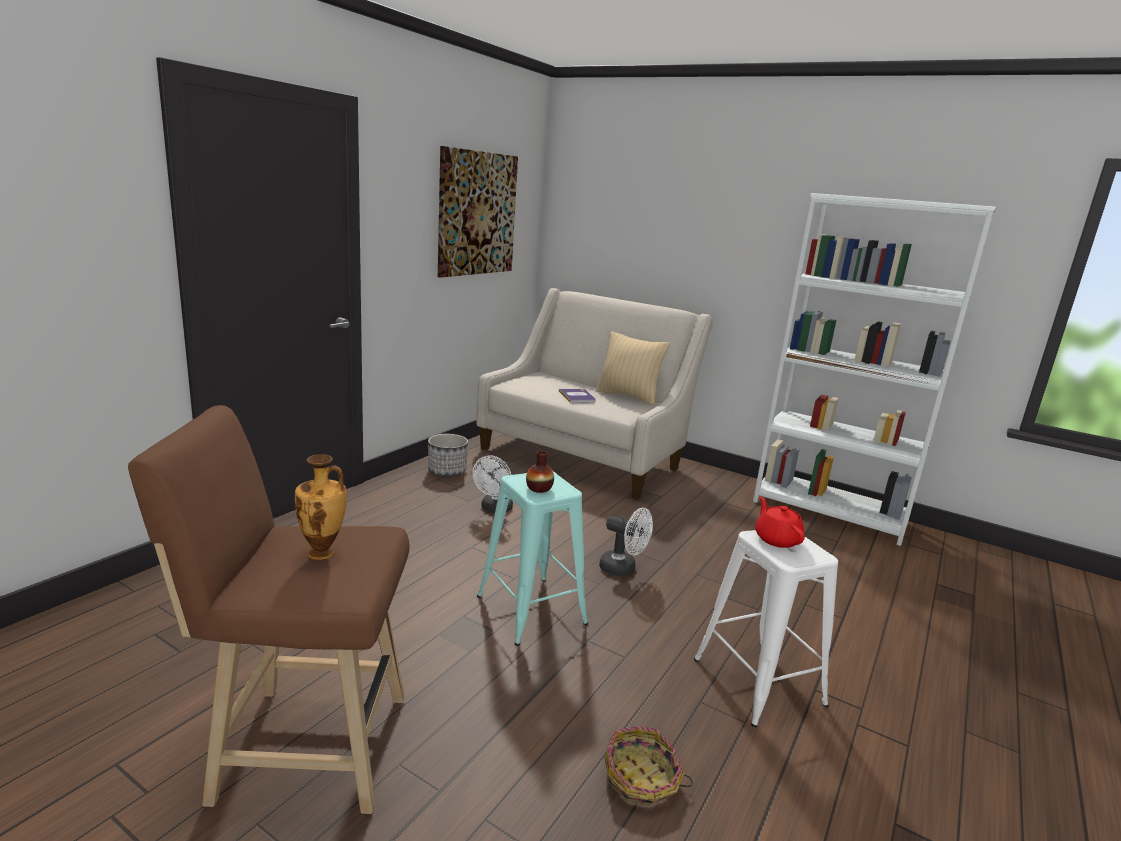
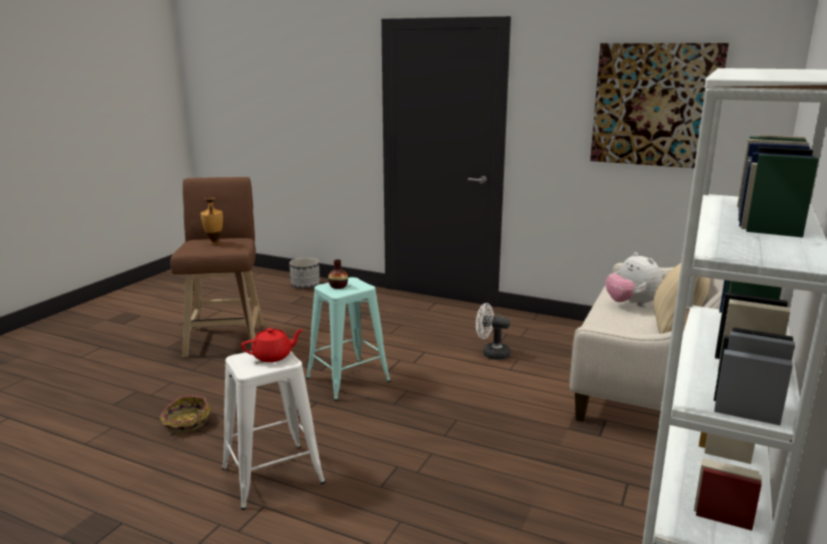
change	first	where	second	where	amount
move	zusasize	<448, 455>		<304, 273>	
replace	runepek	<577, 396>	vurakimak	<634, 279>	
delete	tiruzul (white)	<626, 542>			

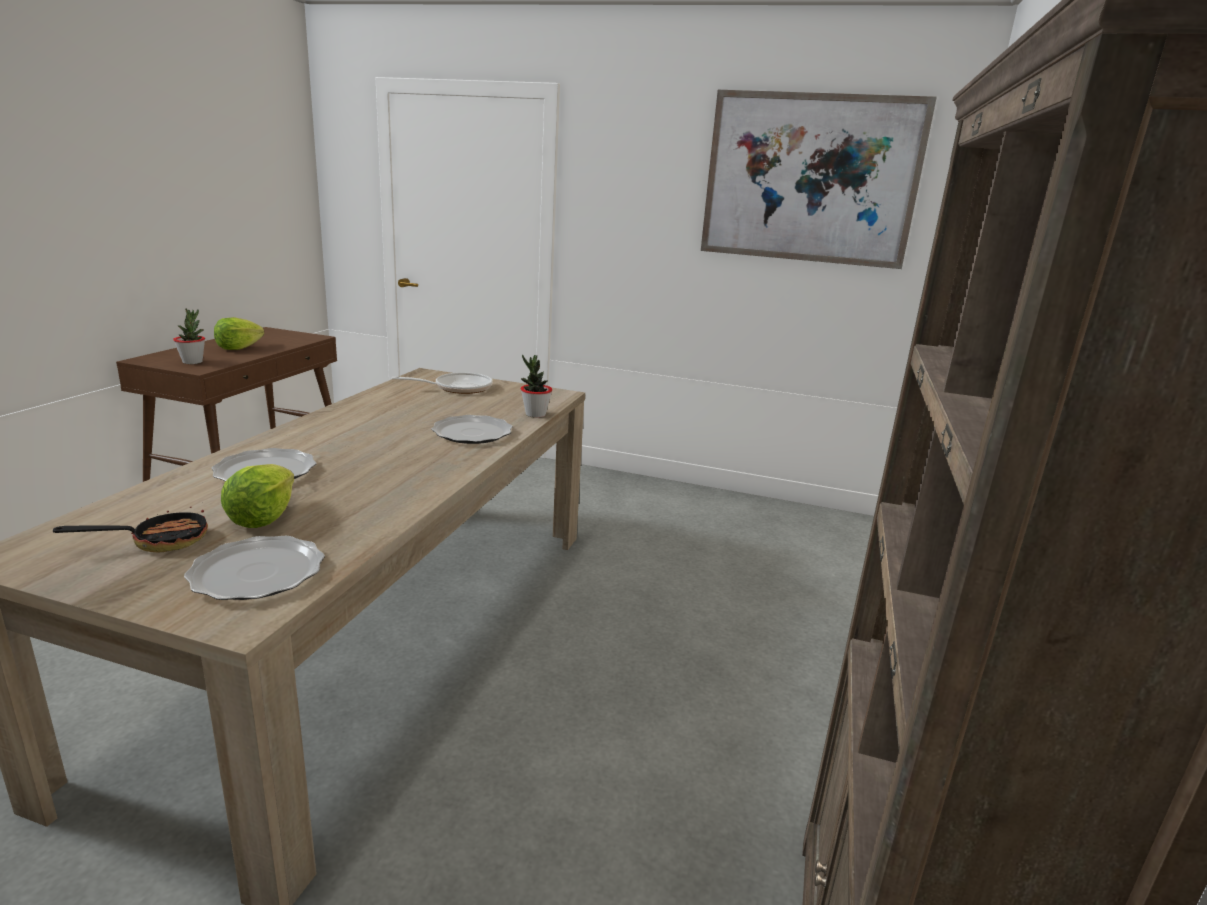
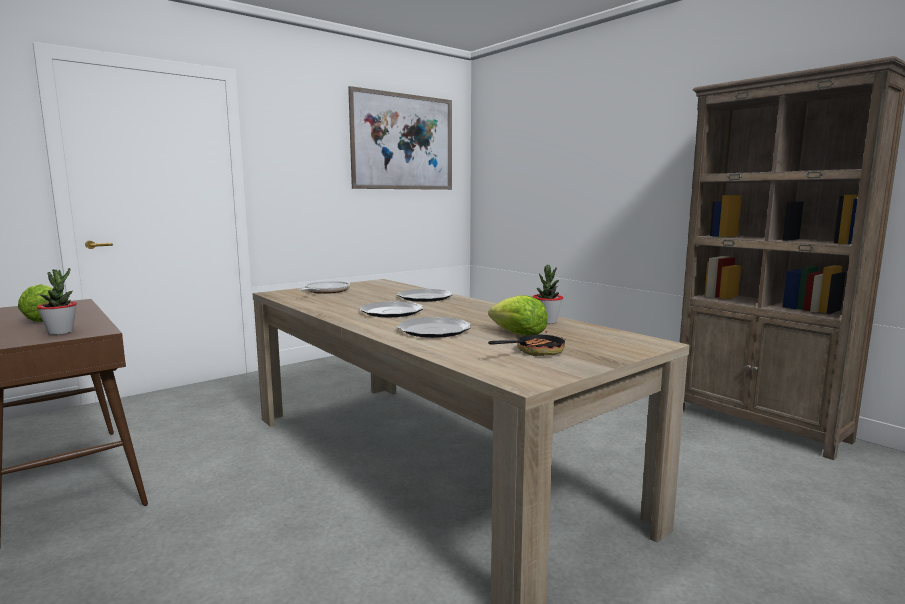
change	first	where	second	where	amount
rotate	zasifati	<130, 530>		<527, 343>	45 degrees clockwise
move	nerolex	<254, 568>		<392, 309>	
move	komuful	<536, 386>		<548, 294>	

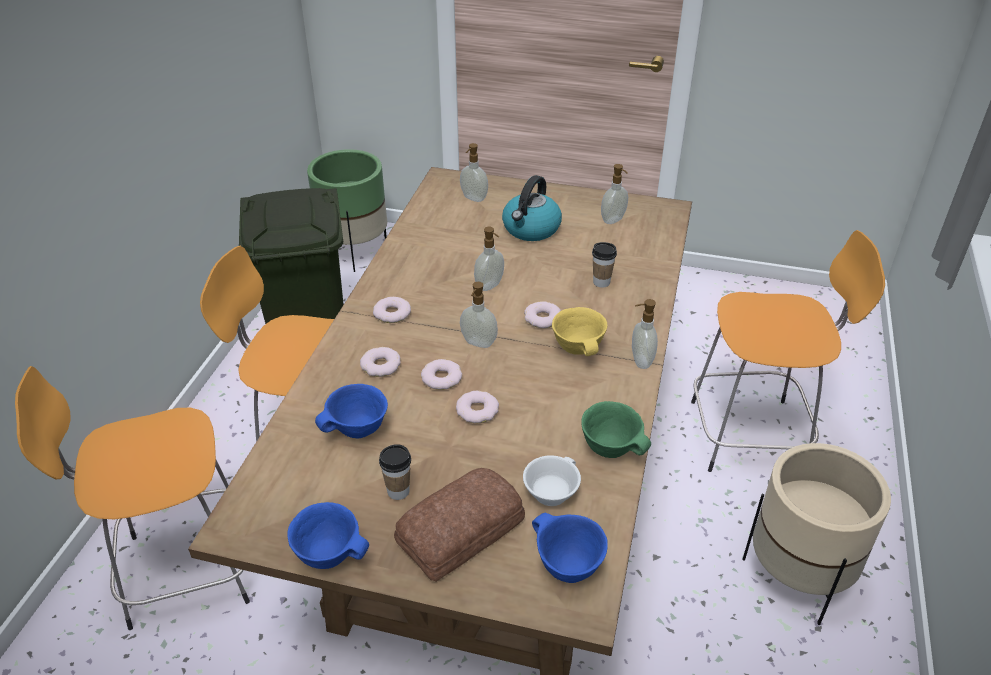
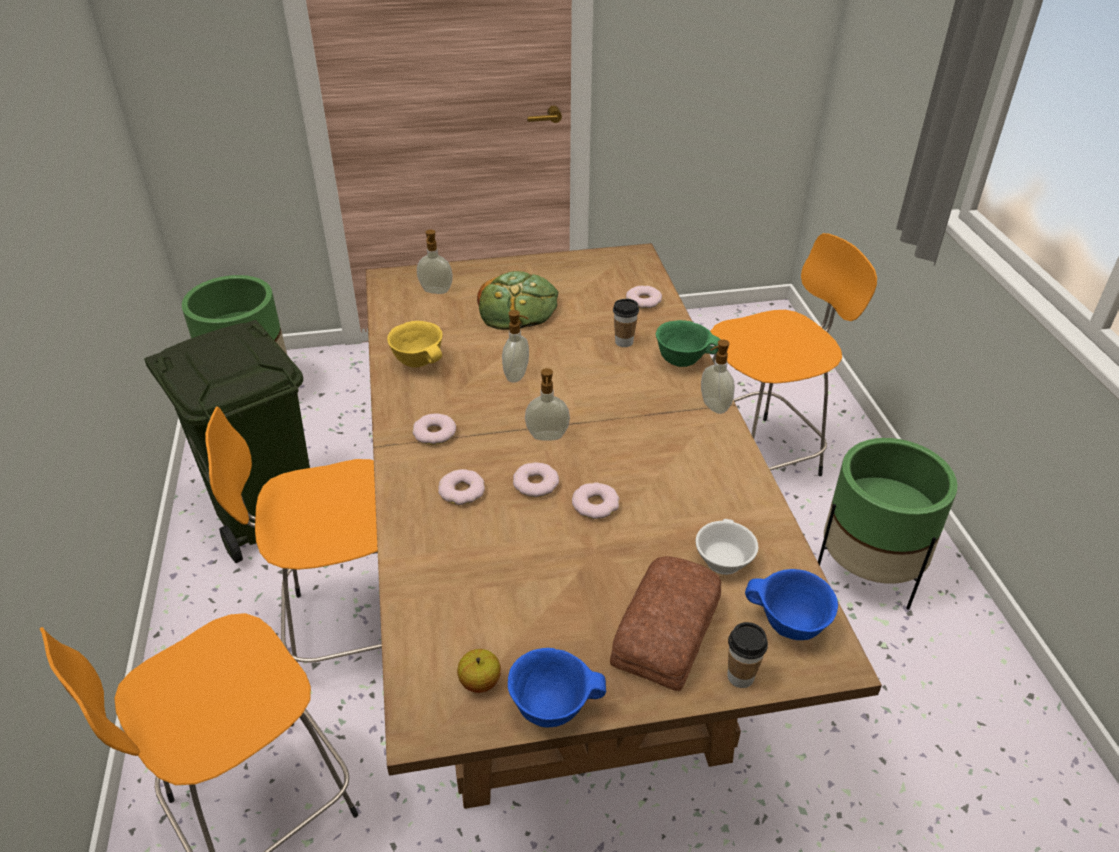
change	first	where	second	where	amount
delete	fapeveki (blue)	<351, 411>			
move	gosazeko	<395, 472>		<747, 655>	
replace	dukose	<532, 208>	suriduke	<517, 300>	
move	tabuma	<542, 314>		<644, 297>	
move	fapeveki (yellow)	<579, 331>		<414, 344>	
move	fapeveki (green)	<616, 429>		<688, 343>	
delete	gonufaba	<614, 194>			
recolor	zusasize (beige)	<816, 534>	zusasize (green)	<887, 524>	
insert			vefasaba	<479, 671>	

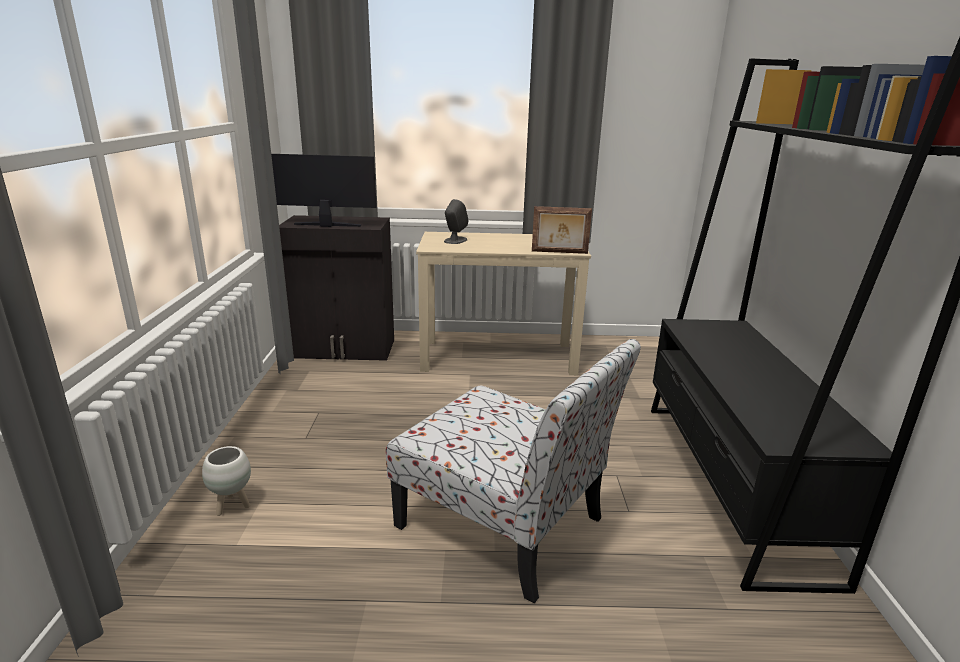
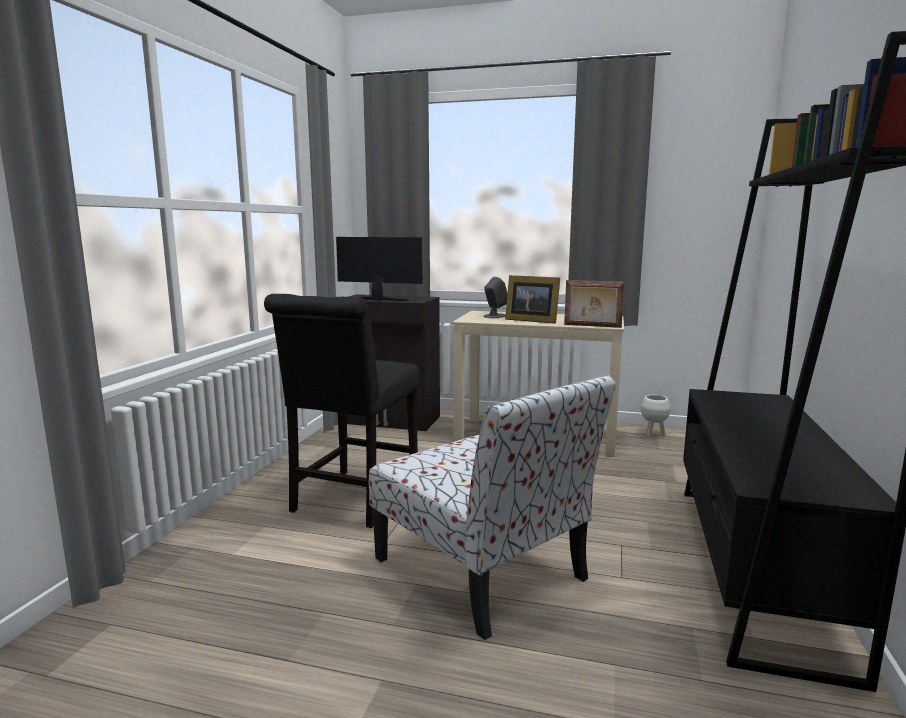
change	first	where	second	where	amount
move	zusasize (white)	<226, 481>		<655, 416>	
insert			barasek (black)	<341, 411>	
insert			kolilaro	<532, 299>	

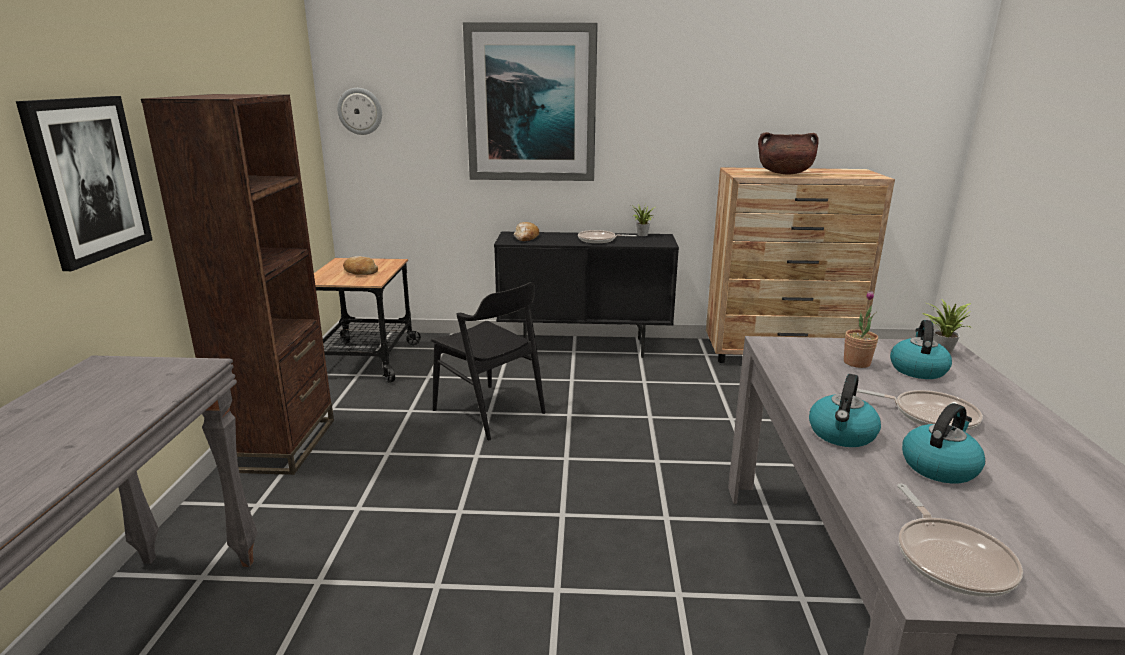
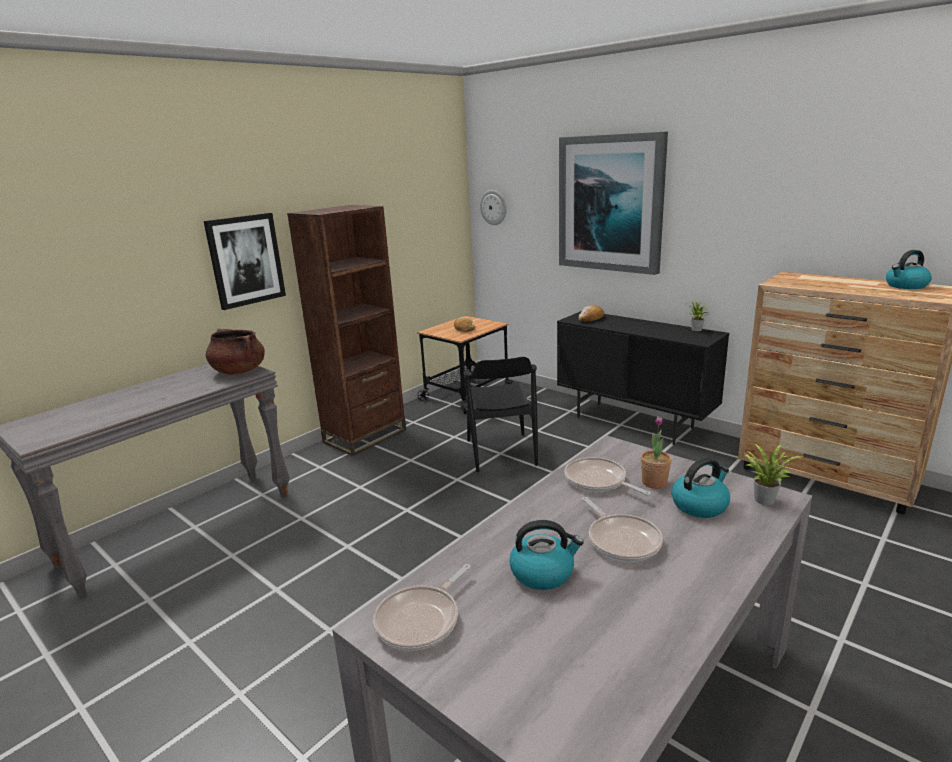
change	first	where	second	where	amount
move	zasifati	<607, 236>		<608, 476>	
move	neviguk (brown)	<788, 153>		<235, 351>	
move	dukose	<845, 410>		<909, 269>	

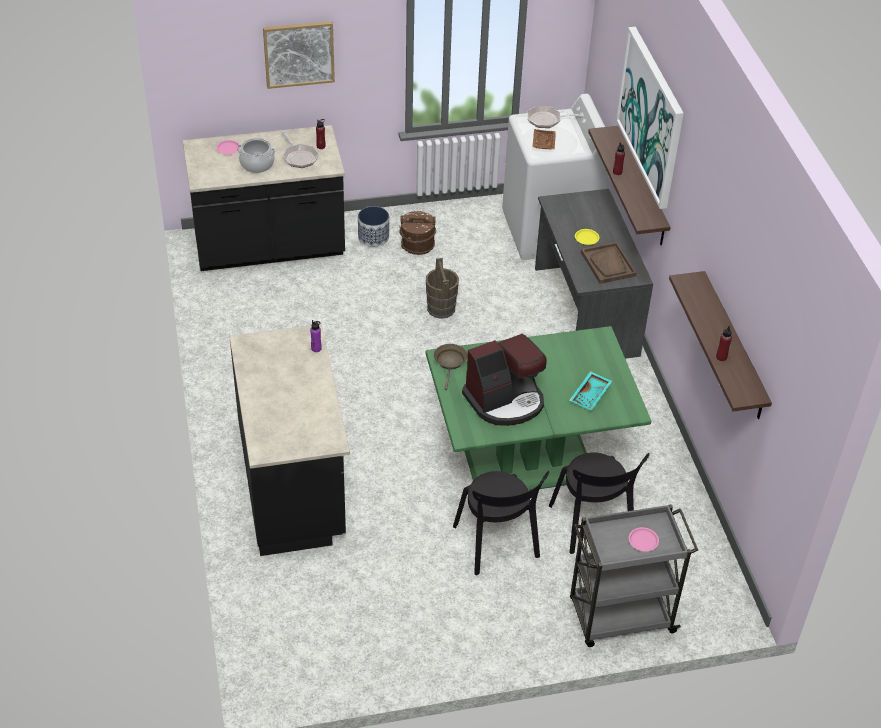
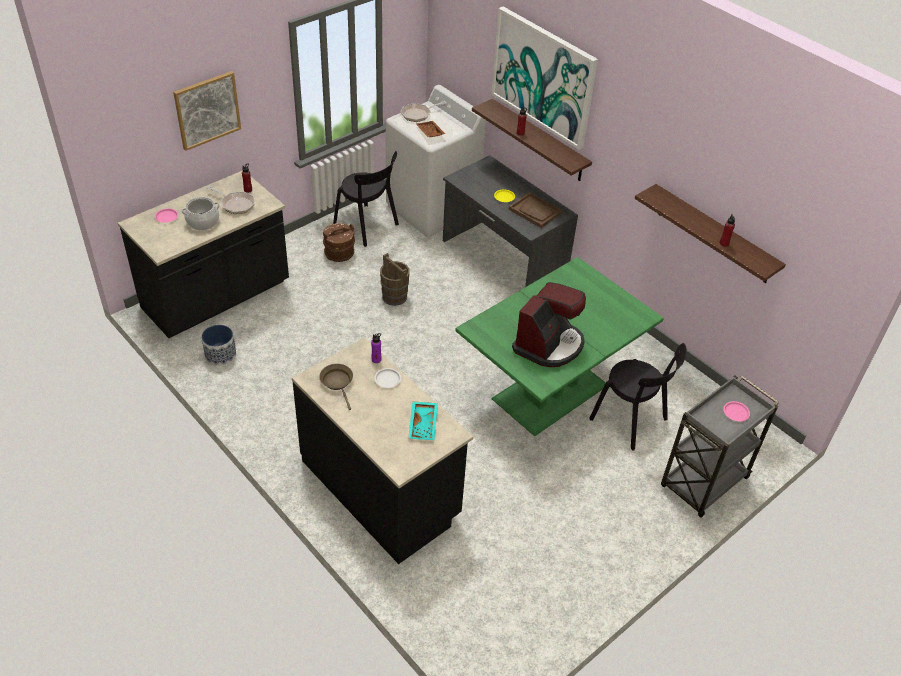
change	first	where	second	where	amount
move	zusasize	<373, 226>		<218, 345>	
move	zasifati (brown)	<450, 367>		<336, 387>	
move	barasek (black)	<501, 523>		<366, 199>	
move	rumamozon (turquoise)	<590, 391>		<423, 420>	
insert			nerolex (white)	<387, 378>	

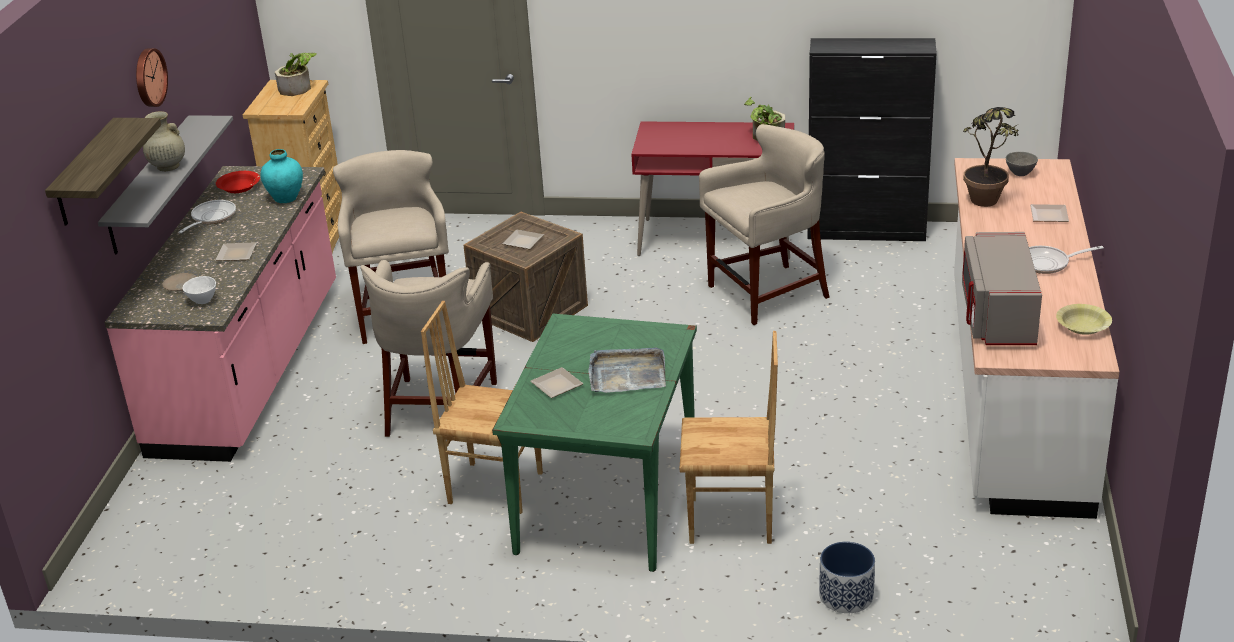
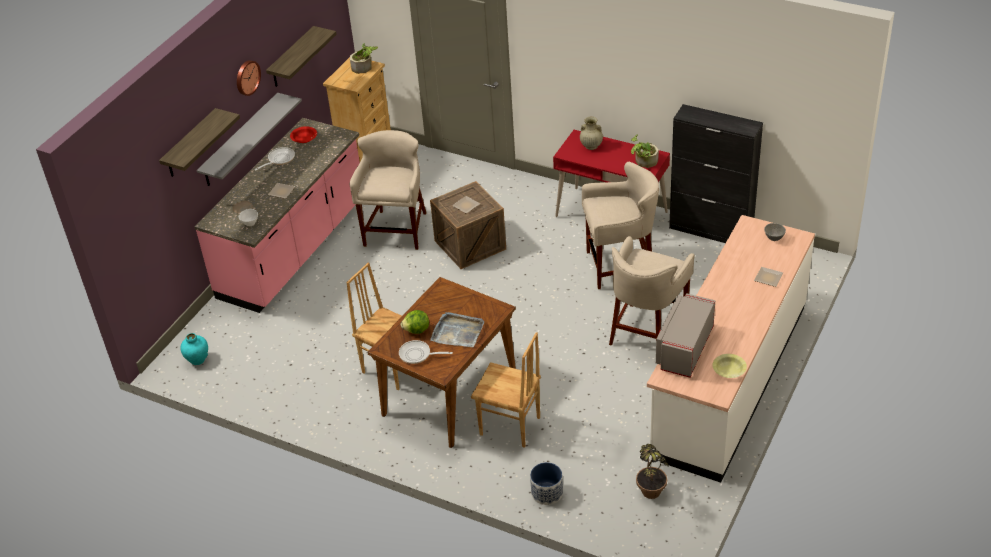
change	first	where	second	where	amount
move	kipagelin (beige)	<164, 141>		<591, 133>	
move	kipagelin (turquoise)	<281, 176>		<194, 349>	
move	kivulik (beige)	<428, 348>		<652, 291>	
recolor	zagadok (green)	<594, 442>	zagadok (brown)	<441, 362>	
replace	nerolex	<556, 382>	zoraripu	<415, 322>	
move	komuful	<991, 157>		<652, 471>	
move	zasifati	<1066, 260>		<426, 352>	
insert			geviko	<301, 56>	

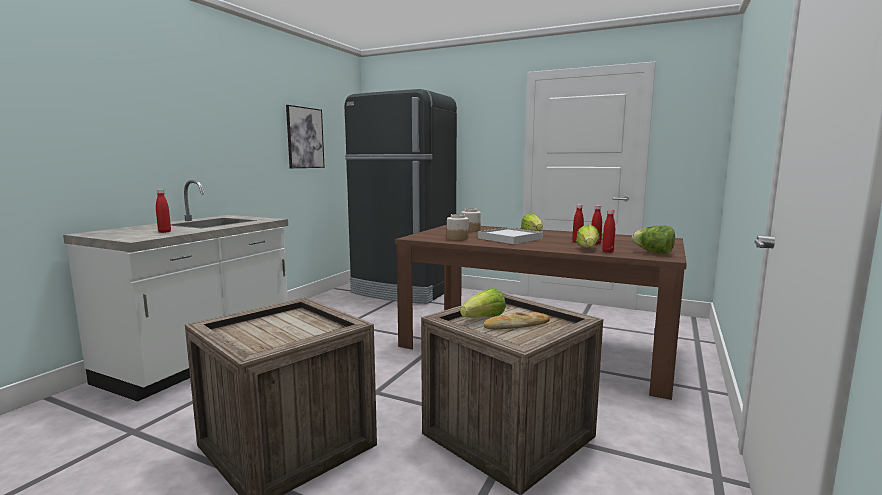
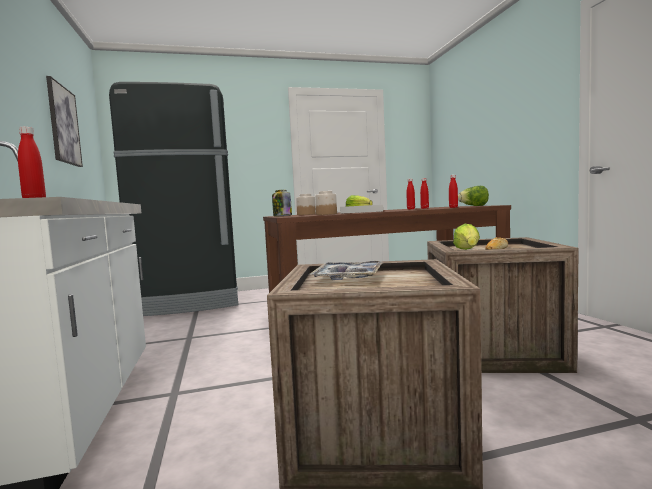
change	first	where	second	where	amount
delete	zoraripu	<588, 236>			
insert			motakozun	<282, 203>	
insert			rumamozon	<346, 270>	

